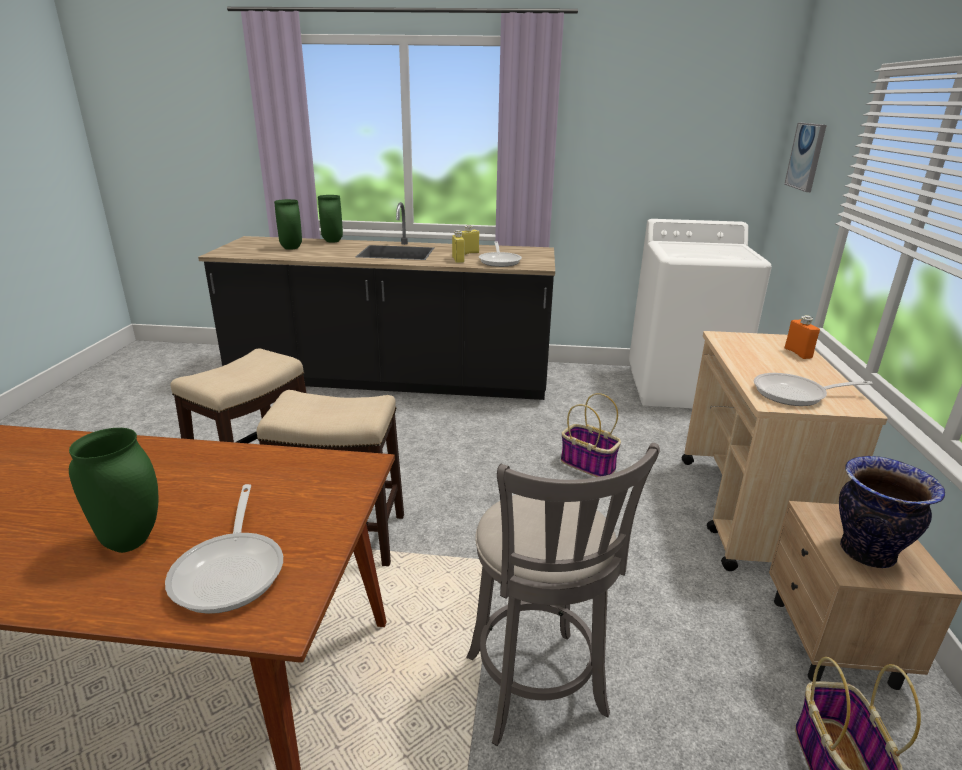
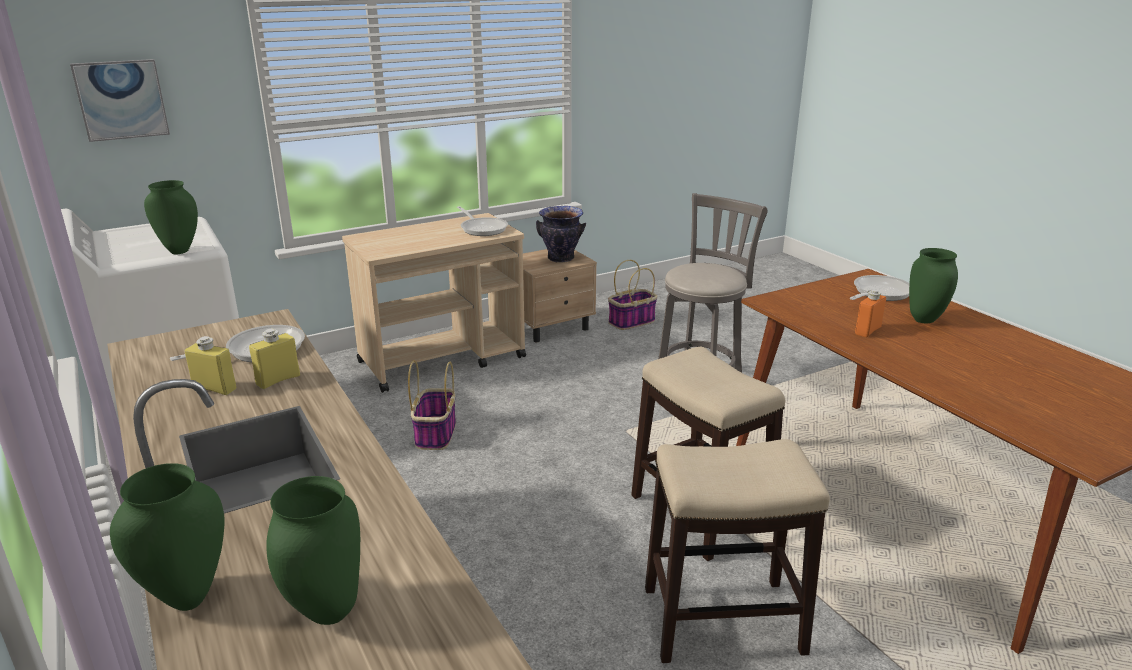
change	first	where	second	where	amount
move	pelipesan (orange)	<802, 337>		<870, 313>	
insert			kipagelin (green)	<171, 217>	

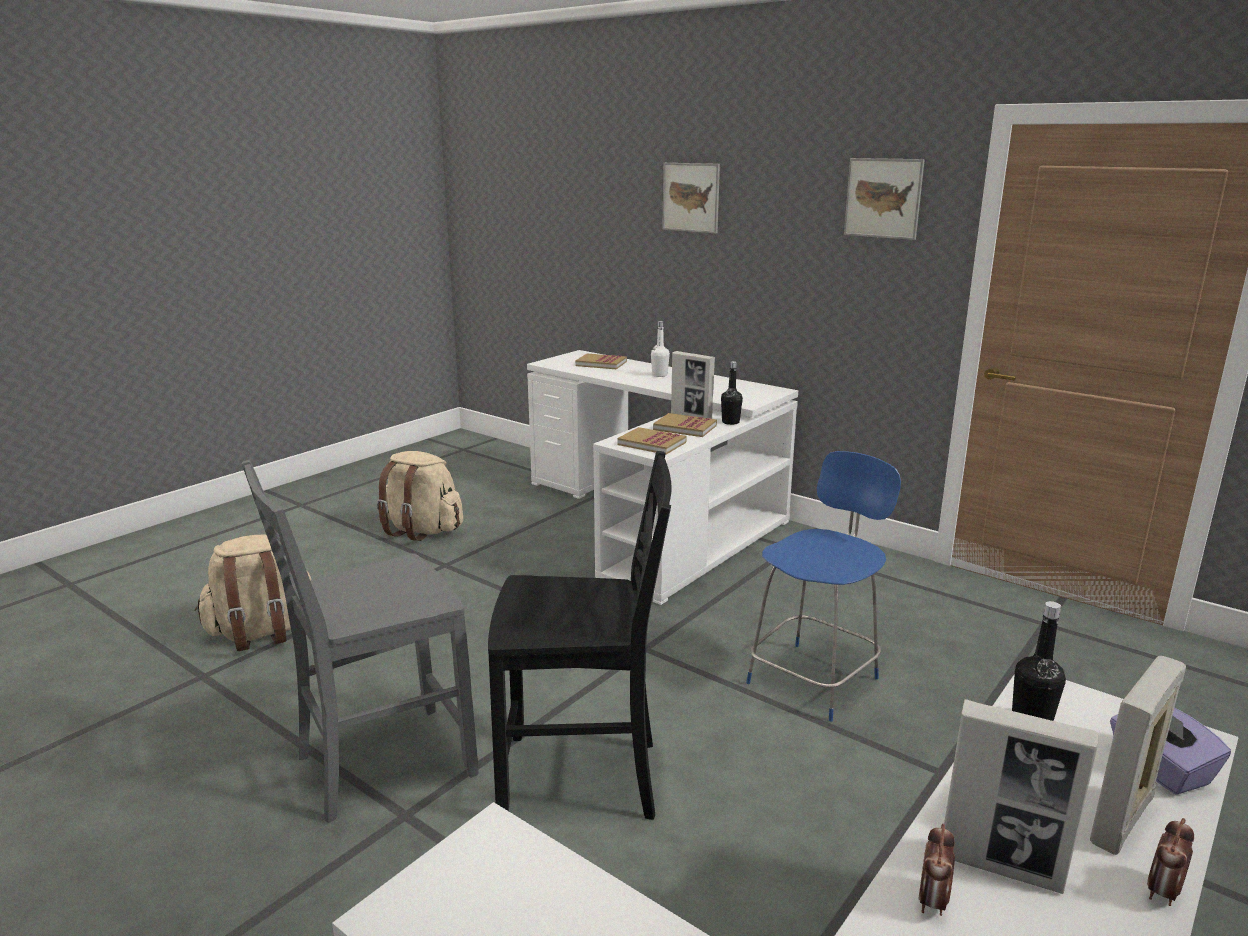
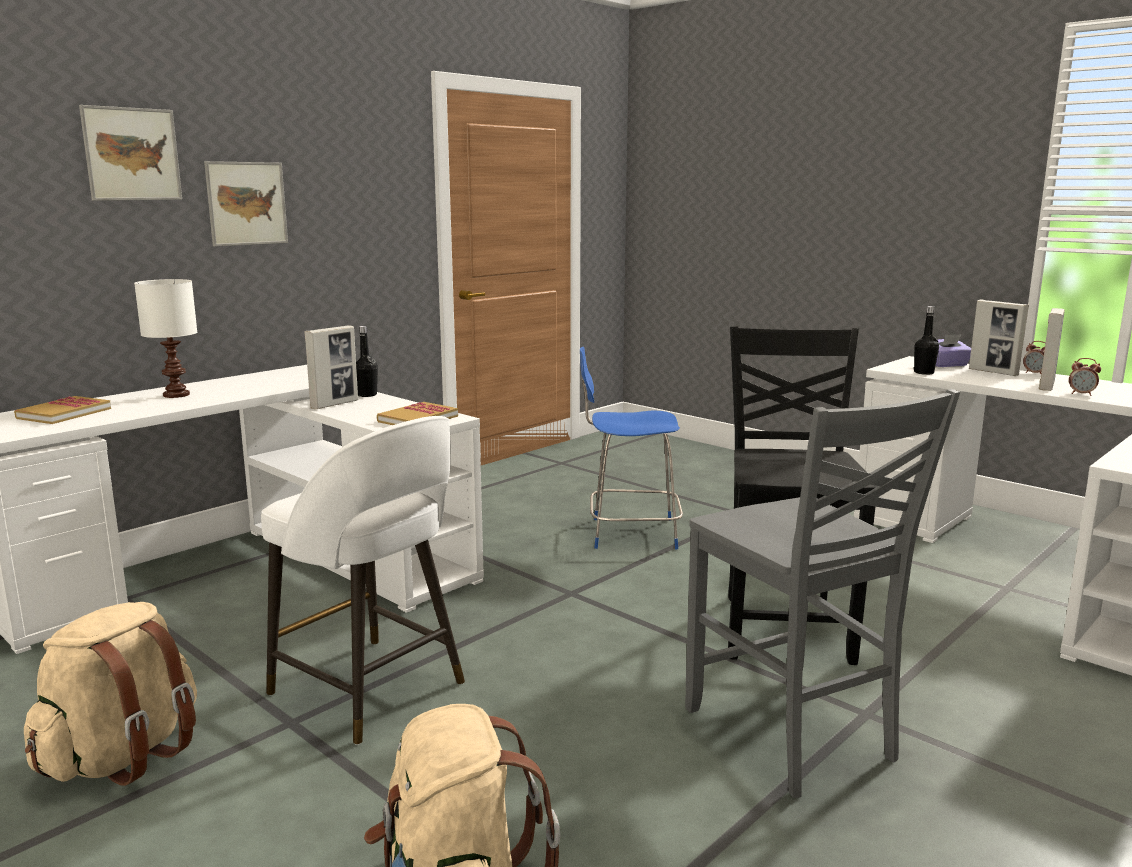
change	first	where	second	where	amount
replace	pelipesan (white)	<660, 349>	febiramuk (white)	<165, 338>	
delete	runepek	<685, 425>			
rotate	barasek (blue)	<823, 586>		<631, 448>	45 degrees counterclockwise
move	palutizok	<884, 199>		<246, 204>	
insert			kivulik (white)	<363, 580>	

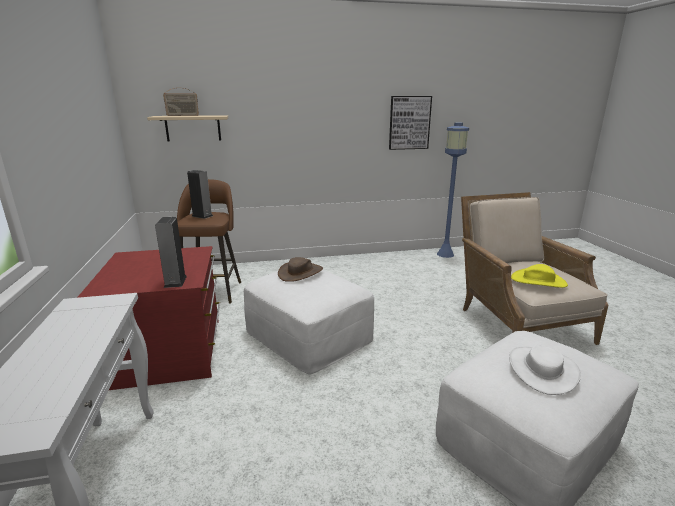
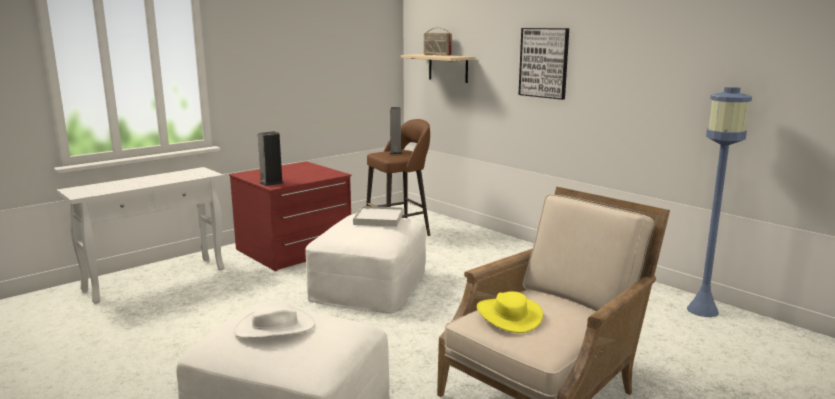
change	first	where	second	where	amount
replace	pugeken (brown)	<300, 269>	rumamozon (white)	<378, 216>	
move	palutizok	<410, 123>		<544, 64>	

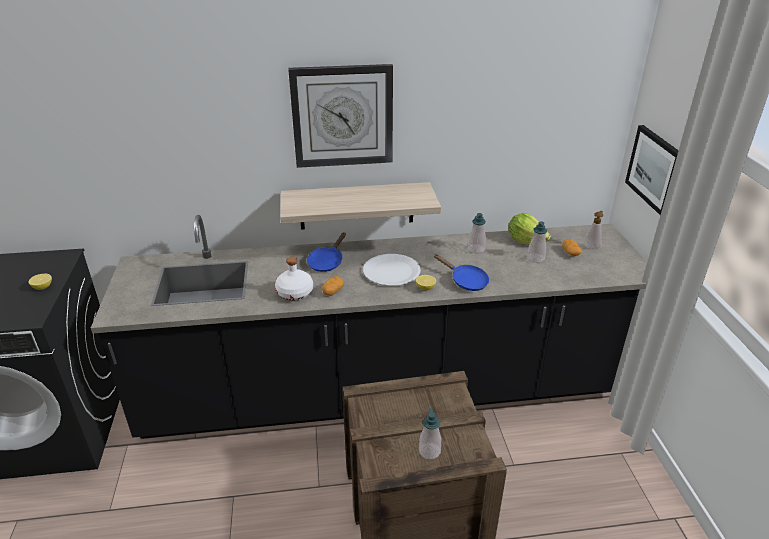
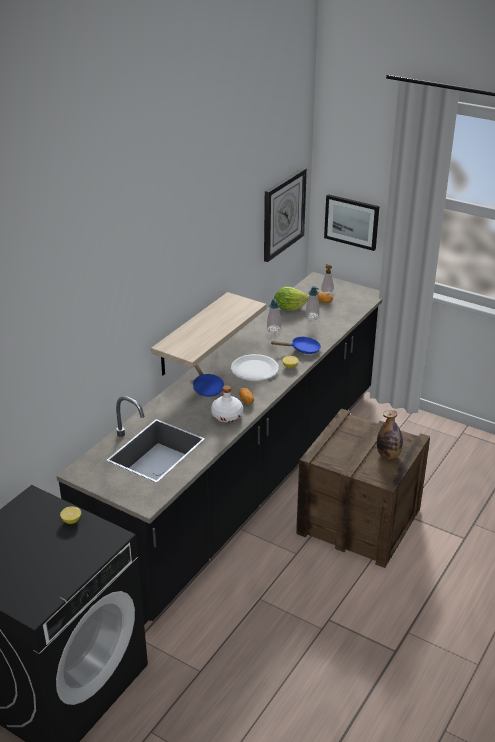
change	first	where	second	where	amount
move	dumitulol	<340, 116>		<285, 215>	
replace	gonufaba	<430, 433>	pelipesan	<390, 434>	

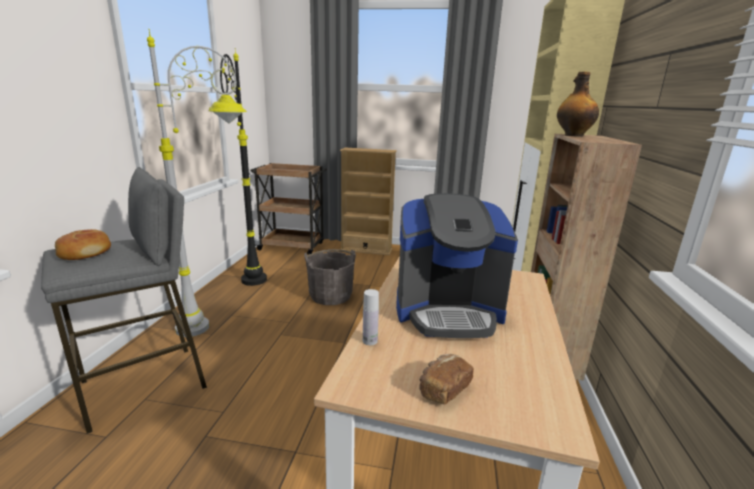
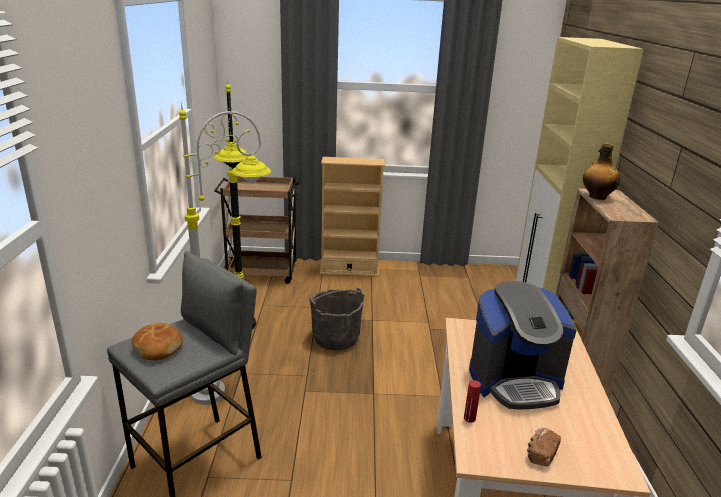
change	first	where	second	where	amount
recolor	pelipesan (white)	<371, 317>	pelipesan (red)	<472, 401>	

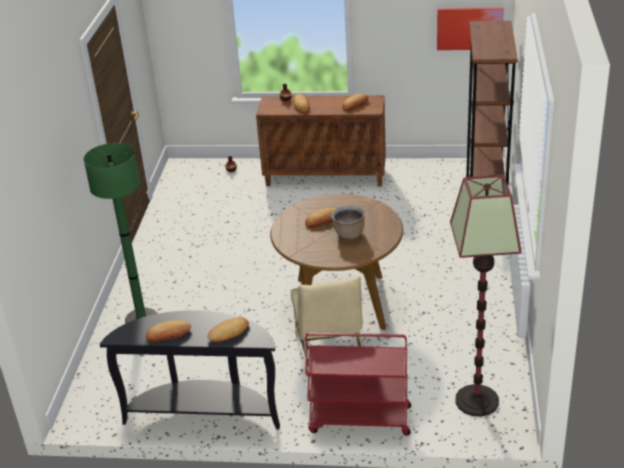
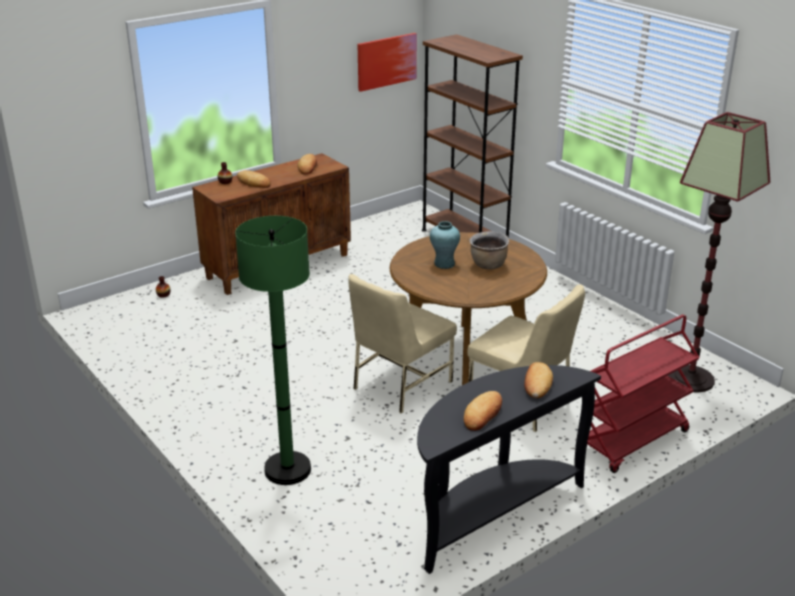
change	first	where	second	where	amount
replace	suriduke	<321, 218>	kipagelin (turquoise)	<445, 245>	
insert			barasek (beige)	<402, 343>	

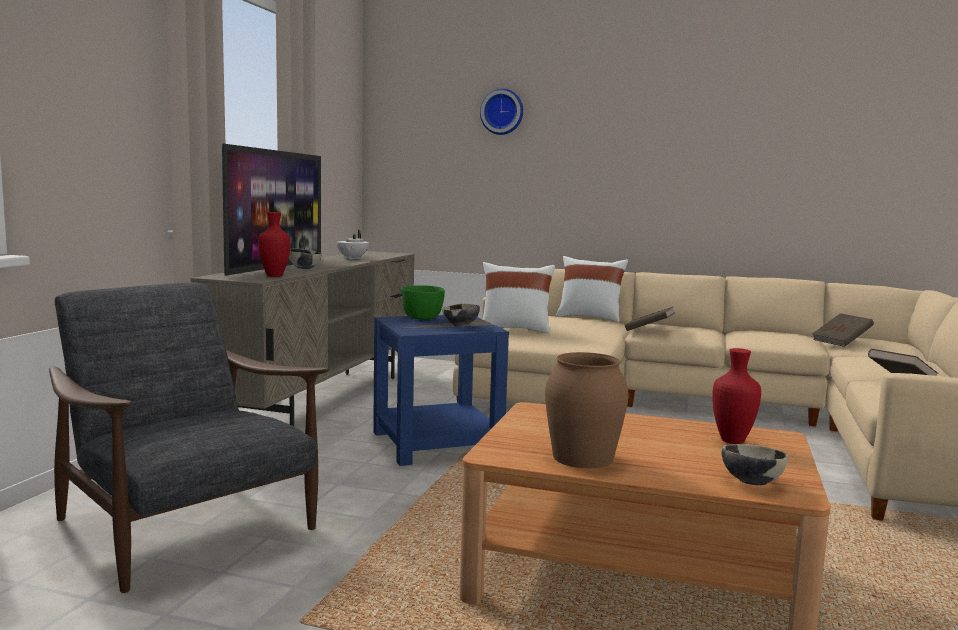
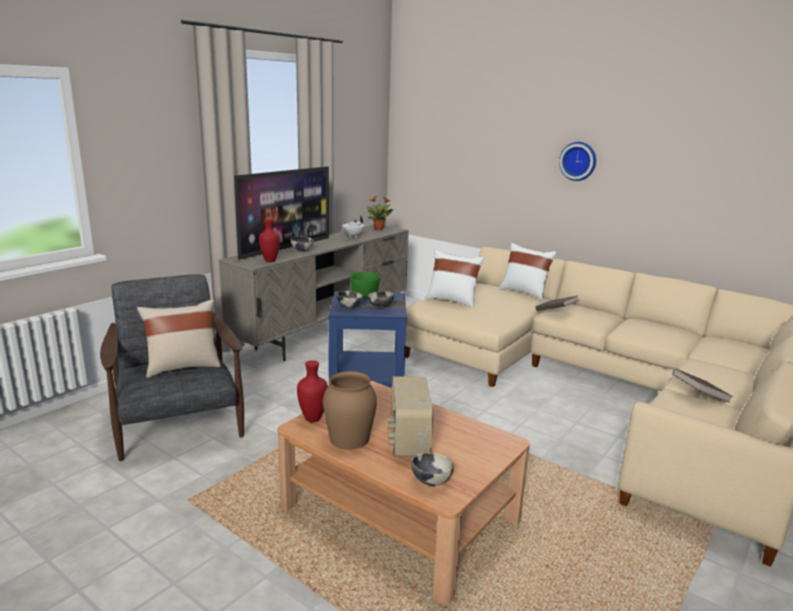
change	first	where	second	where	amount
move	dumitulol	<501, 111>		<577, 161>	
move	kipagelin (red)	<736, 396>		<312, 391>	
delete	runepek (brown)	<843, 330>			
insert			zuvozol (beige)	<179, 338>	
insert			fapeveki	<350, 300>	
insert			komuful	<379, 213>	
insert			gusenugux	<410, 416>	

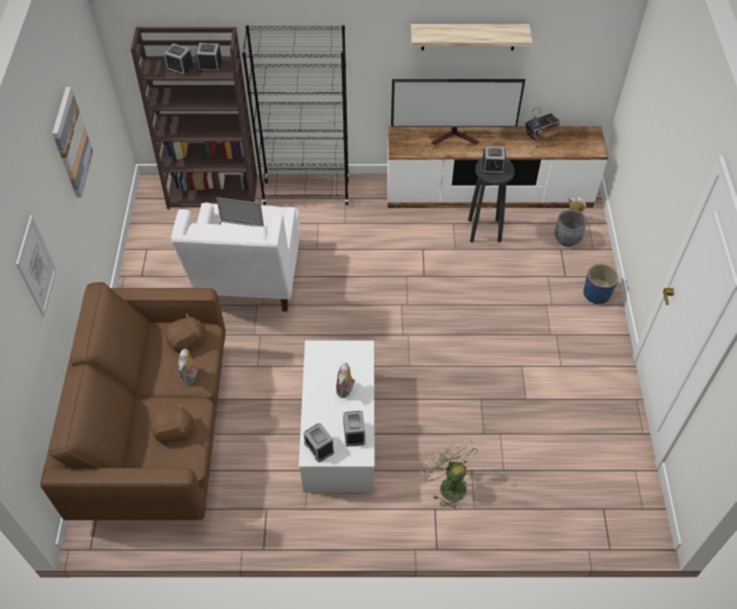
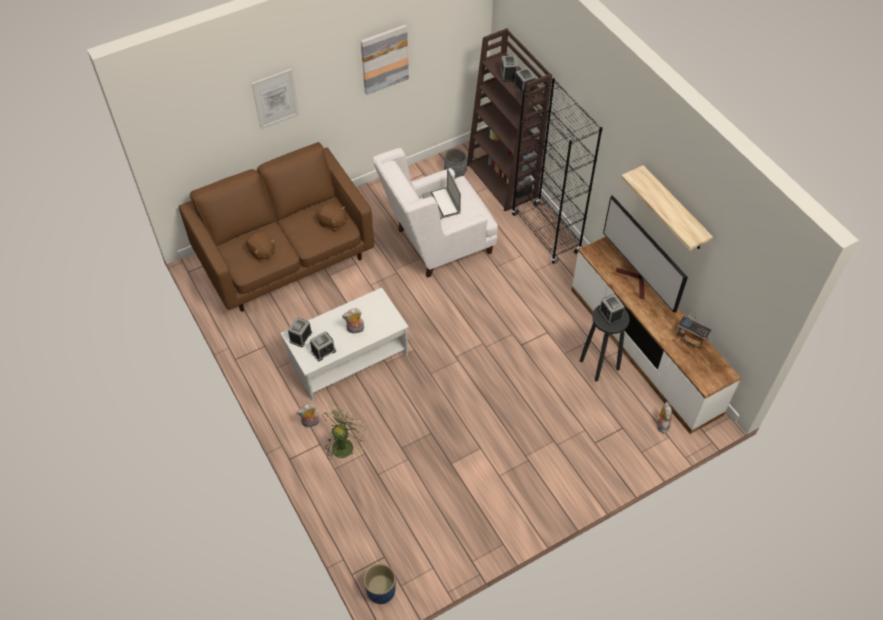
change	first	where	second	where	amount
move	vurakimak	<187, 366>		<307, 416>	
move	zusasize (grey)	<571, 227>		<455, 163>	
move	zusasize (blue)	<601, 284>		<380, 584>	

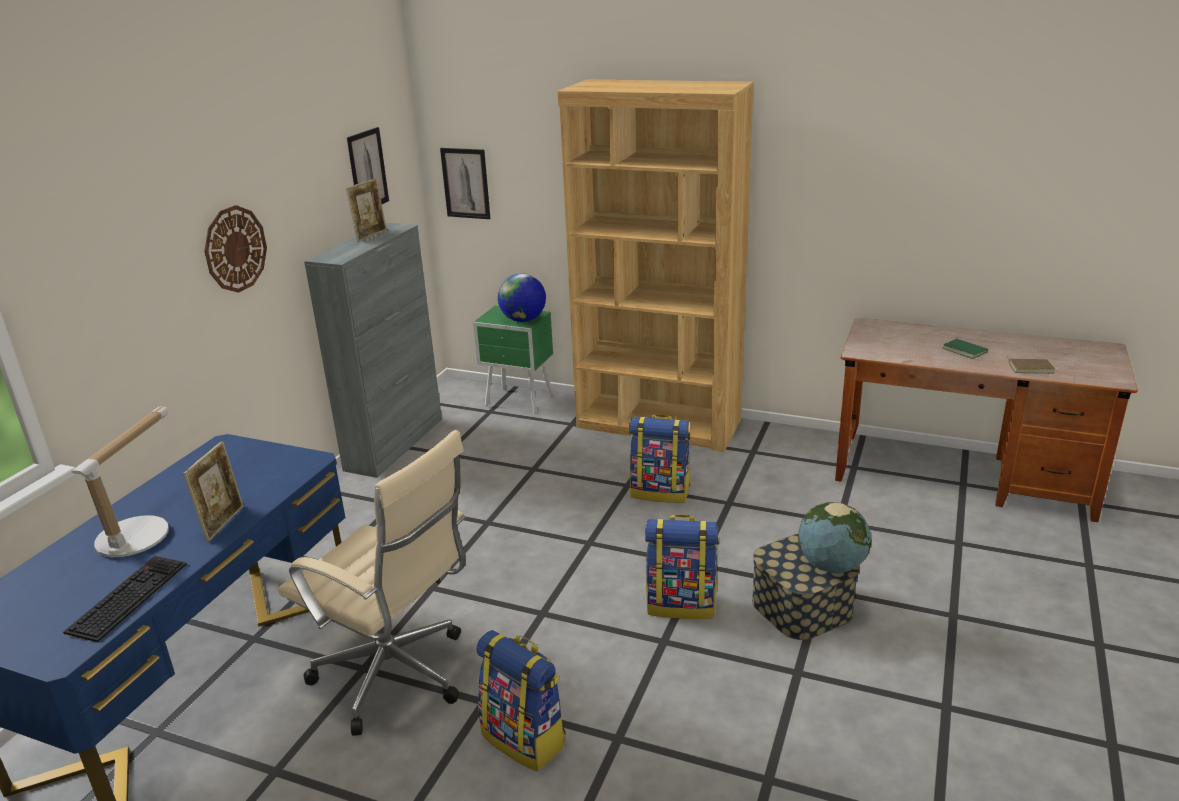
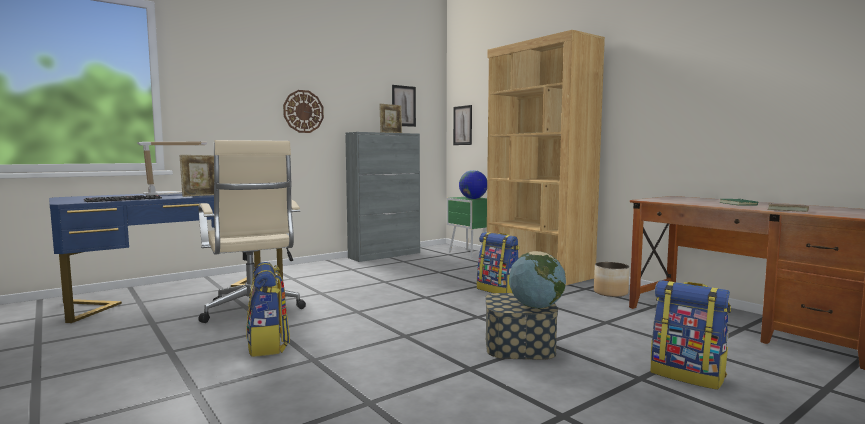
change	first	where	second	where	amount
move	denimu	<682, 567>		<691, 335>	
insert			zusasize	<611, 279>	

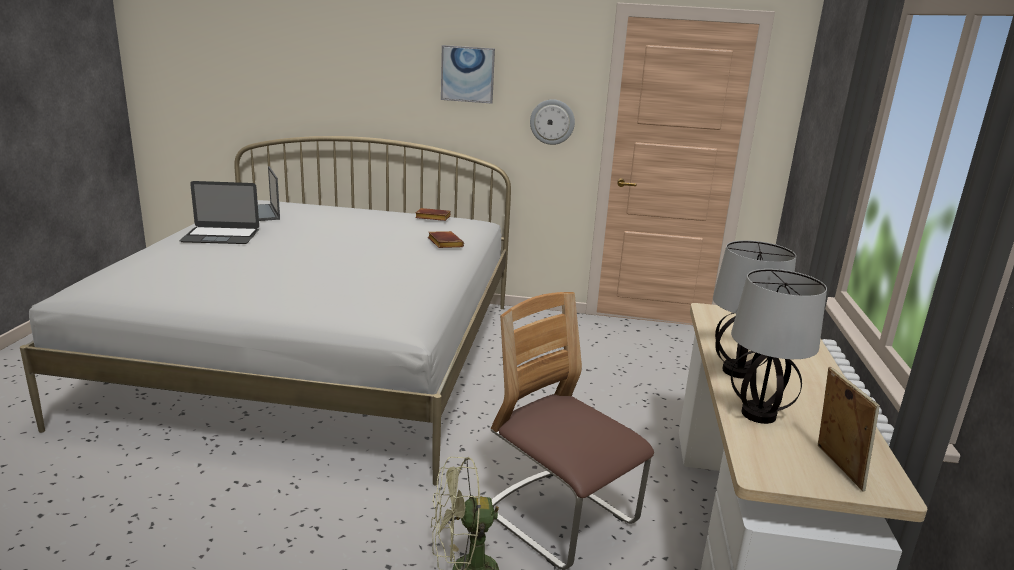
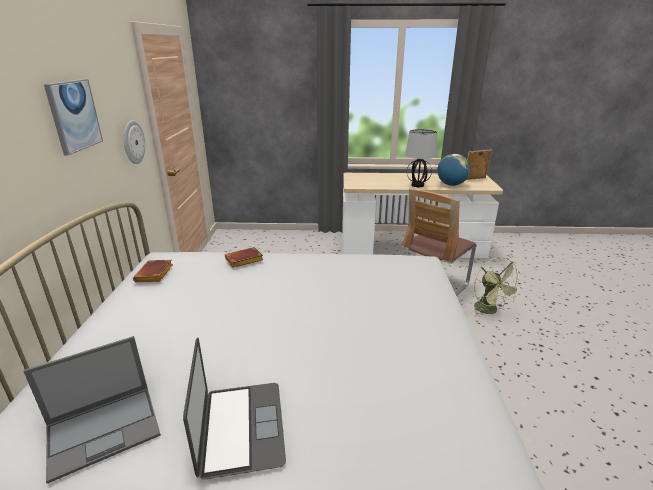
change	first	where	second	where	amount
replace	febiramuk	<779, 346>	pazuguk	<453, 170>	

